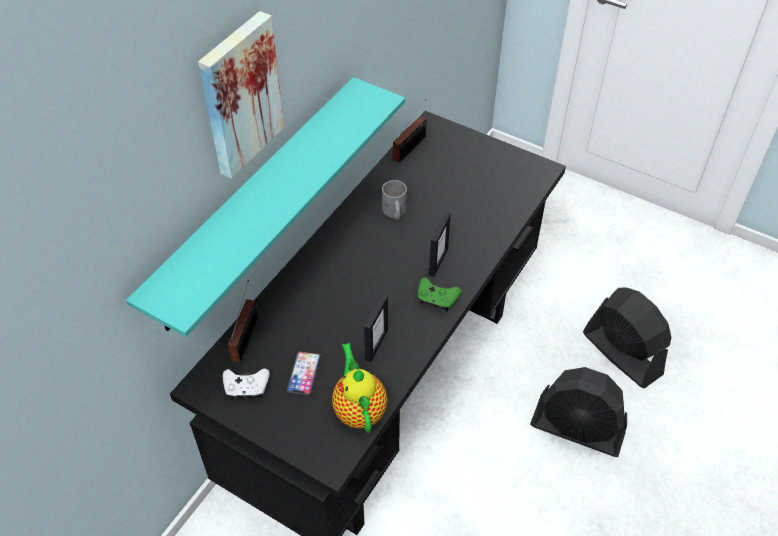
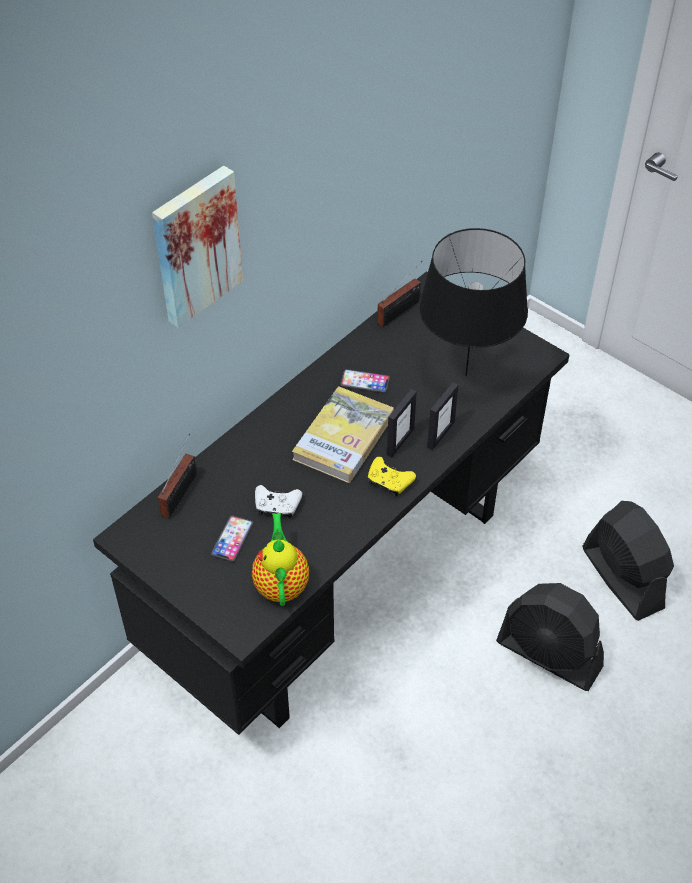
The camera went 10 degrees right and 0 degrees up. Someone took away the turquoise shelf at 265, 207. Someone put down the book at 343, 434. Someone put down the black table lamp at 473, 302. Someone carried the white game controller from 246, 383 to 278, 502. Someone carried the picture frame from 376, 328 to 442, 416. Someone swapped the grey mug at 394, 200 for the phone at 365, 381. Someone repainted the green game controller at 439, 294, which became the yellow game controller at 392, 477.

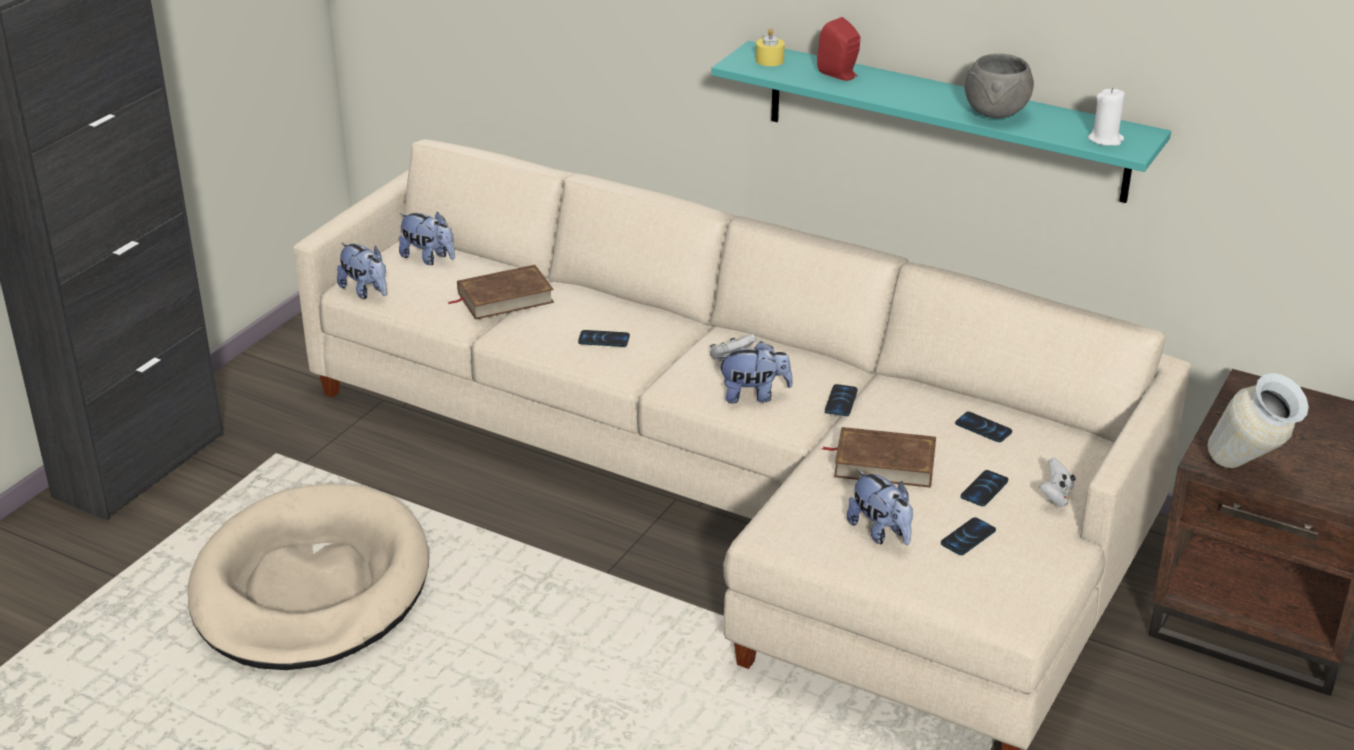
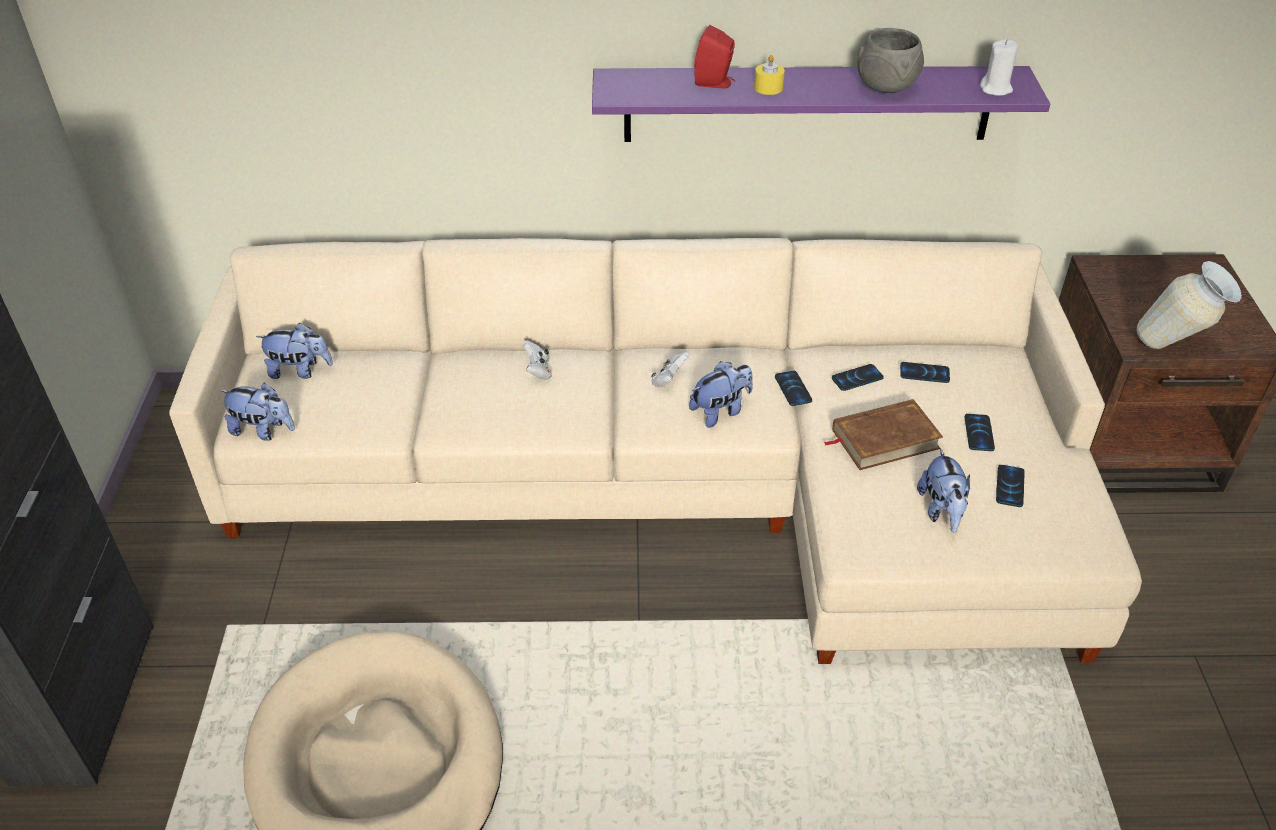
The camera went 30 degrees left and 10 degrees up. Someone took away the brown book at 501, 292. Someone carried the phone from 604, 338 to 858, 377. Someone carried the yellow candle from 770, 47 to 769, 75. Someone carried the white game controller from 1058, 482 to 537, 360. Someone repainted the turquoise shelf at 941, 122, which became the purple shelf at 821, 104. Someone rotated the plush toy at 880, 507 by 60 degrees clockwise.

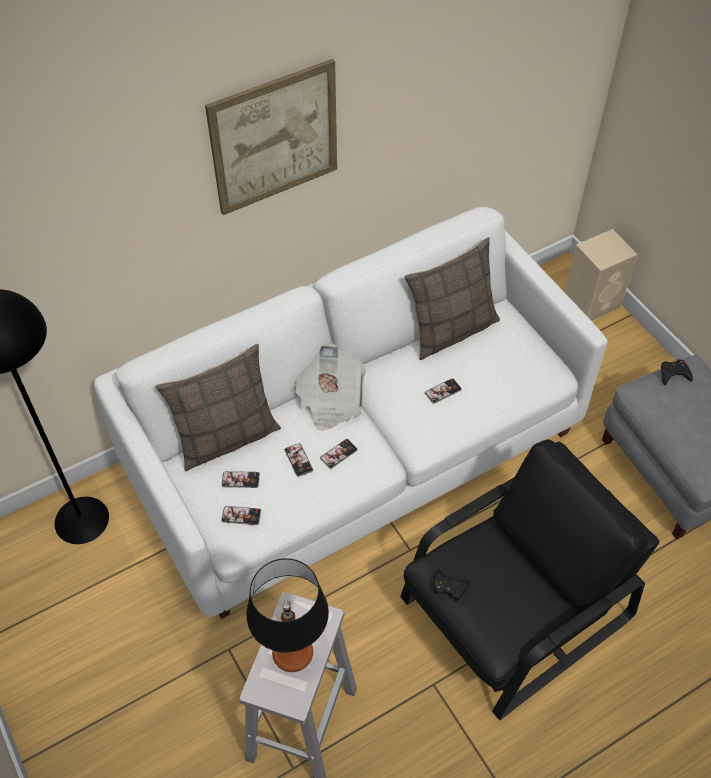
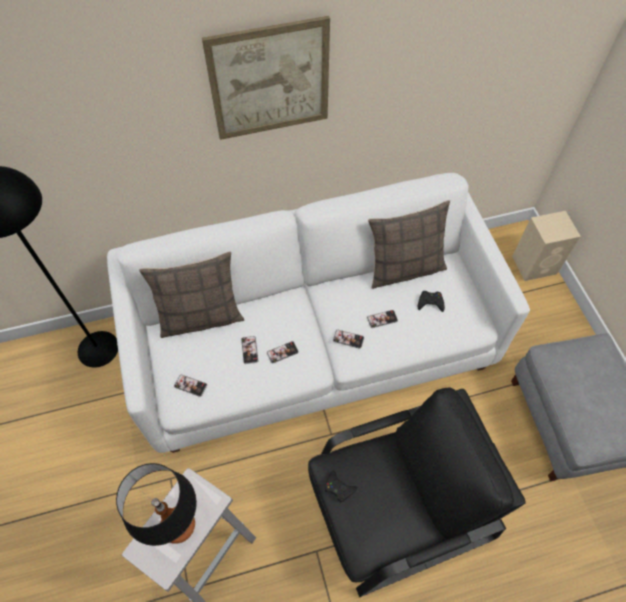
The camera went 15 degrees right and 5 degrees up. Someone took away the newspaper at 330, 387. Someone carried the phone from 241, 479 to 348, 339. Someone carried the black game controller from 677, 372 to 431, 301.

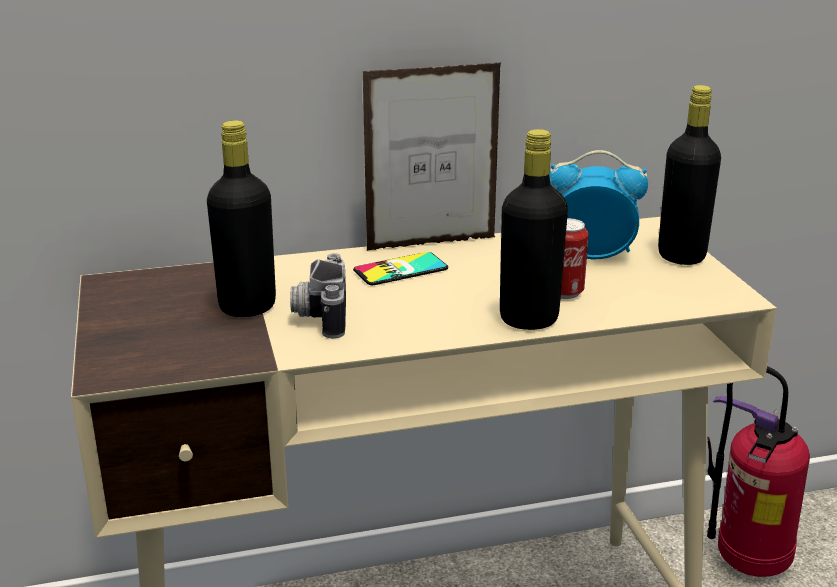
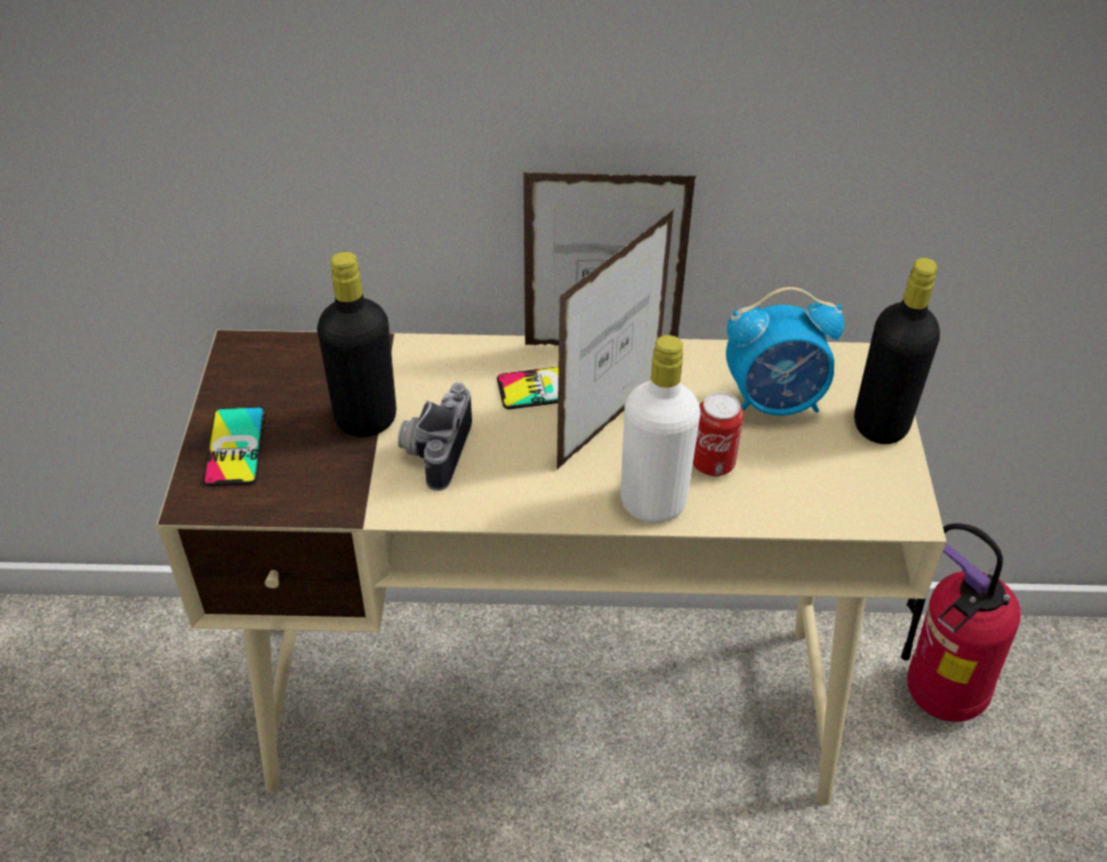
The camera went 15 degrees right and 20 degrees up. Someone put down the phone at 234, 446. Someone put down the picture frame at 615, 339. Someone repainted the black bottle at 534, 229, which became the white bottle at 660, 429. Someone rotated the alarm clock at 598, 204 by 150 degrees clockwise.

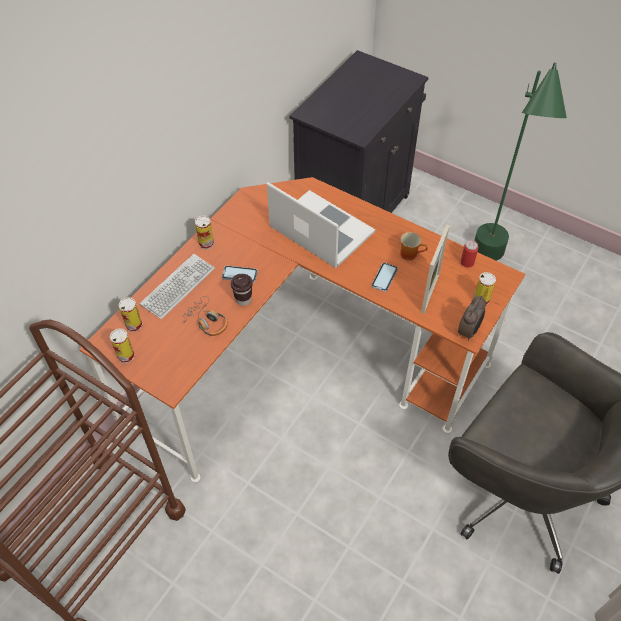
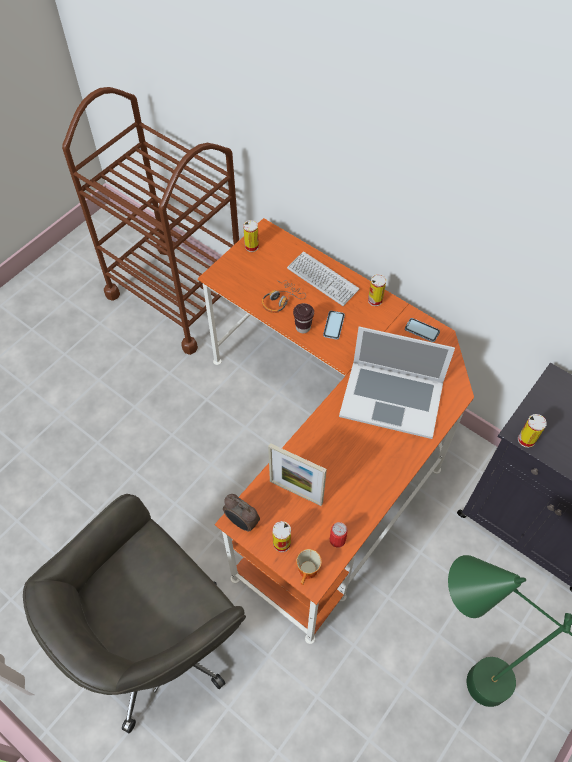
The camera went 95 degrees right and 5 degrees up. Someone carried the can from 130, 314 to 532, 431. Someone carried the phone from 384, 277 to 422, 330. Someone carried the mug from 414, 246 to 309, 567. Someone rotated the laptop at 321, 225 by 60 degrees clockwise.

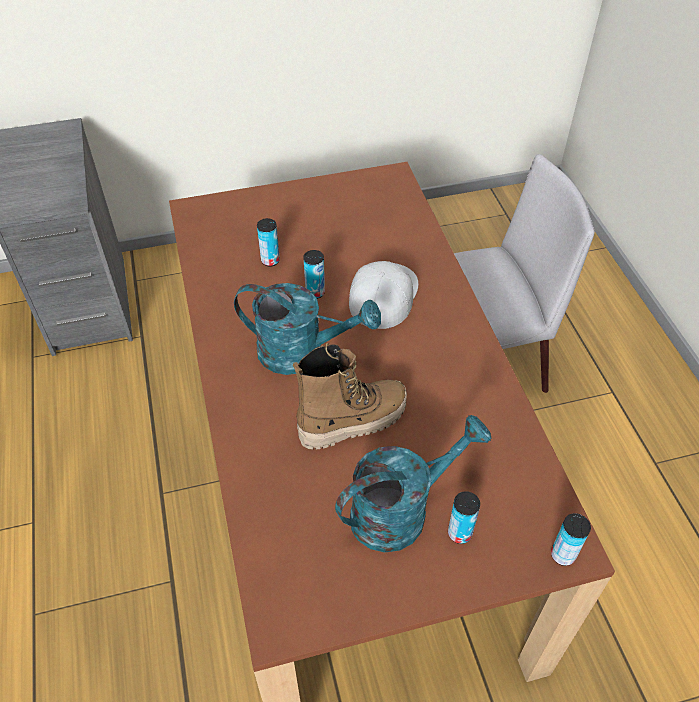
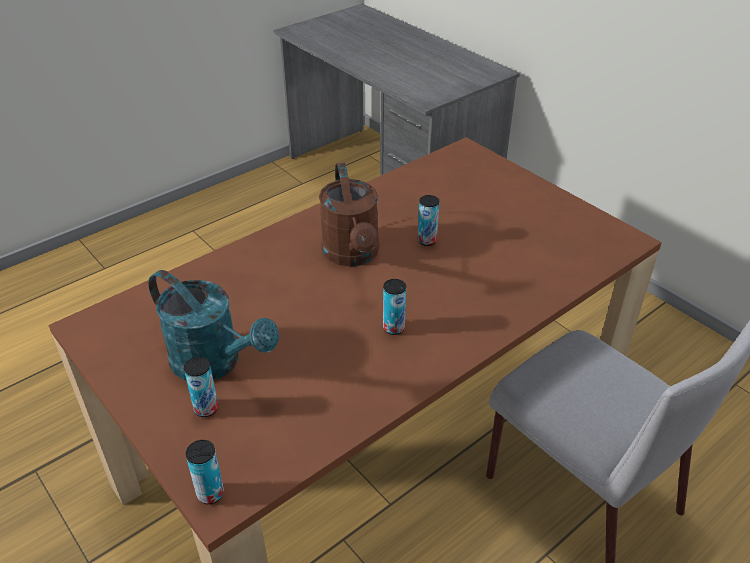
The camera went 65 degrees right and 10 degrees down. Someone took away the boot at 350, 396. Someone took away the white cap at 383, 295. Someone carried the can from 268, 242 to 394, 307. Someone repainted the turquoise watering can at 307, 329, which became the brown watering can at 349, 214.

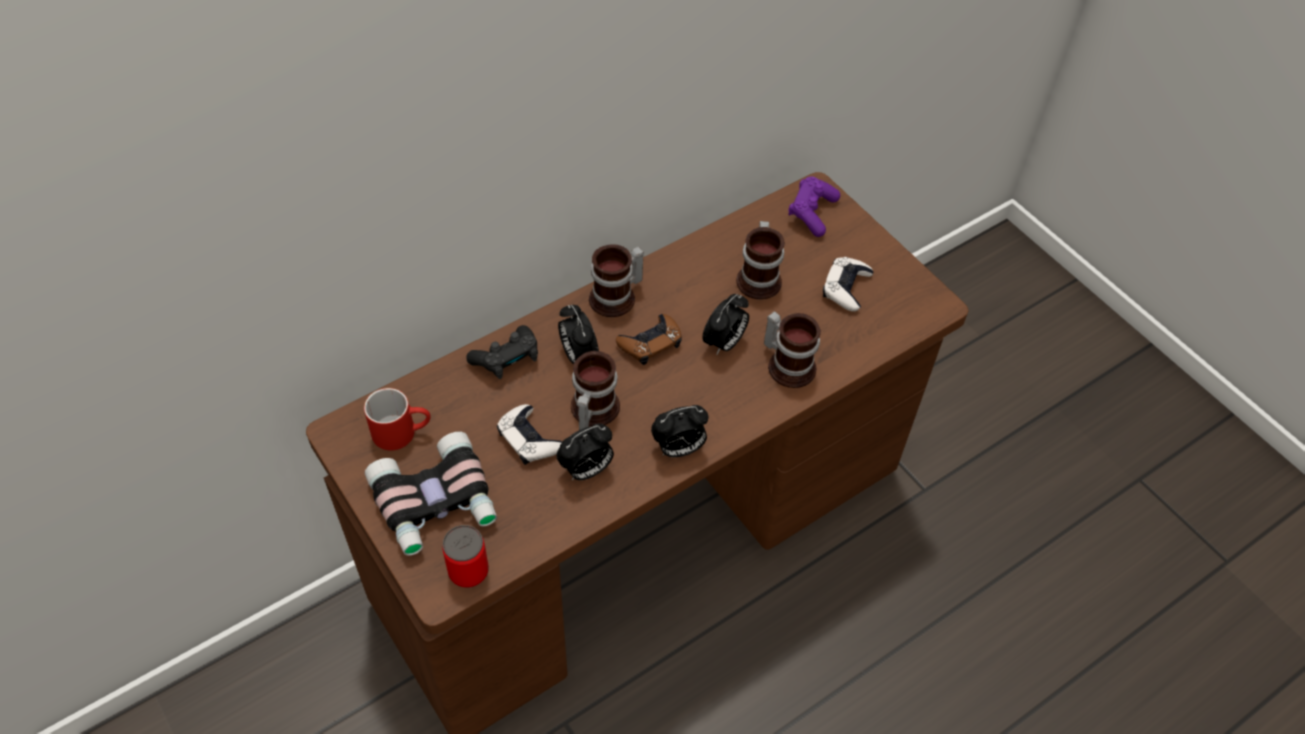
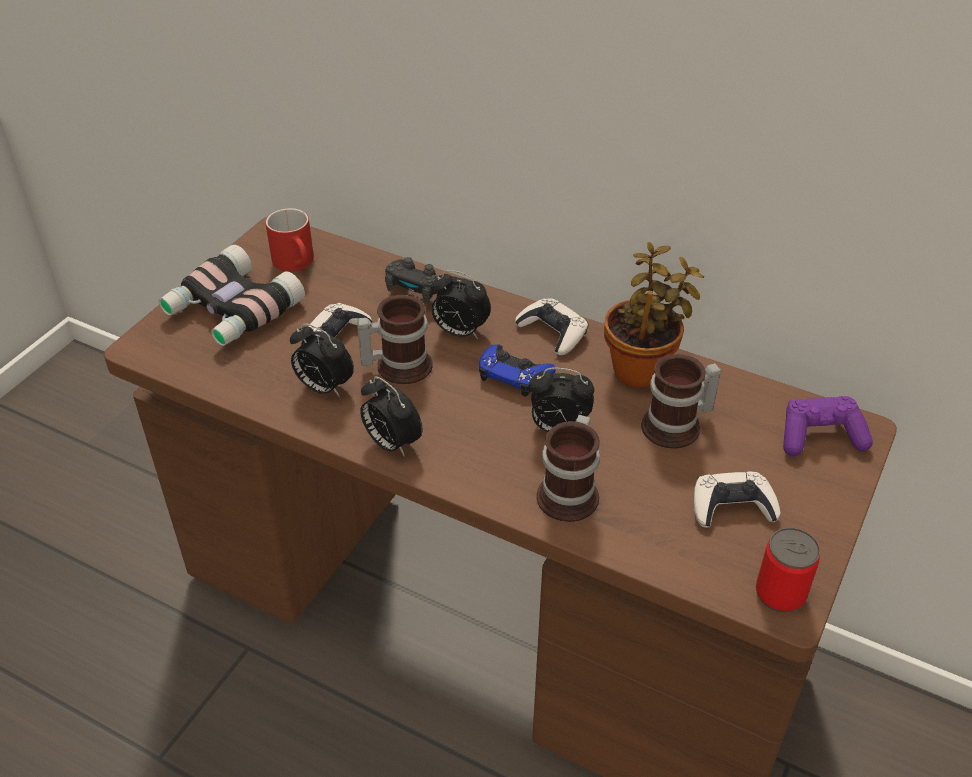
The camera went 65 degrees right and 10 degrees down. Someone put down the potted plant at 654, 314. Someone carried the can from 465, 556 to 788, 570. Someone swapped the mug at 616, 280 for the white game controller at 551, 326. Someone repainted the brown game controller at 649, 339, which became the blue game controller at 517, 370. Someone rotated the alarm clock at 578, 334 by 105 degrees counterclockwise.

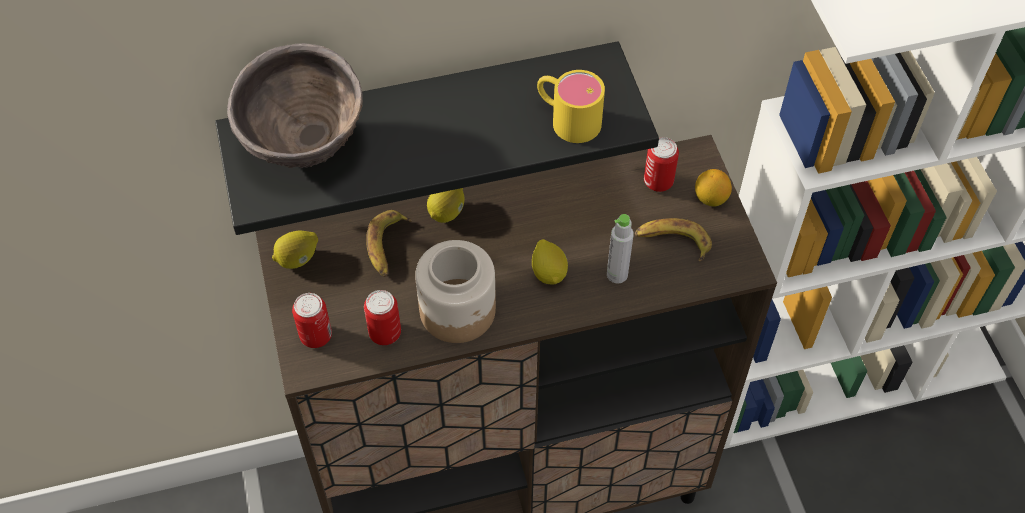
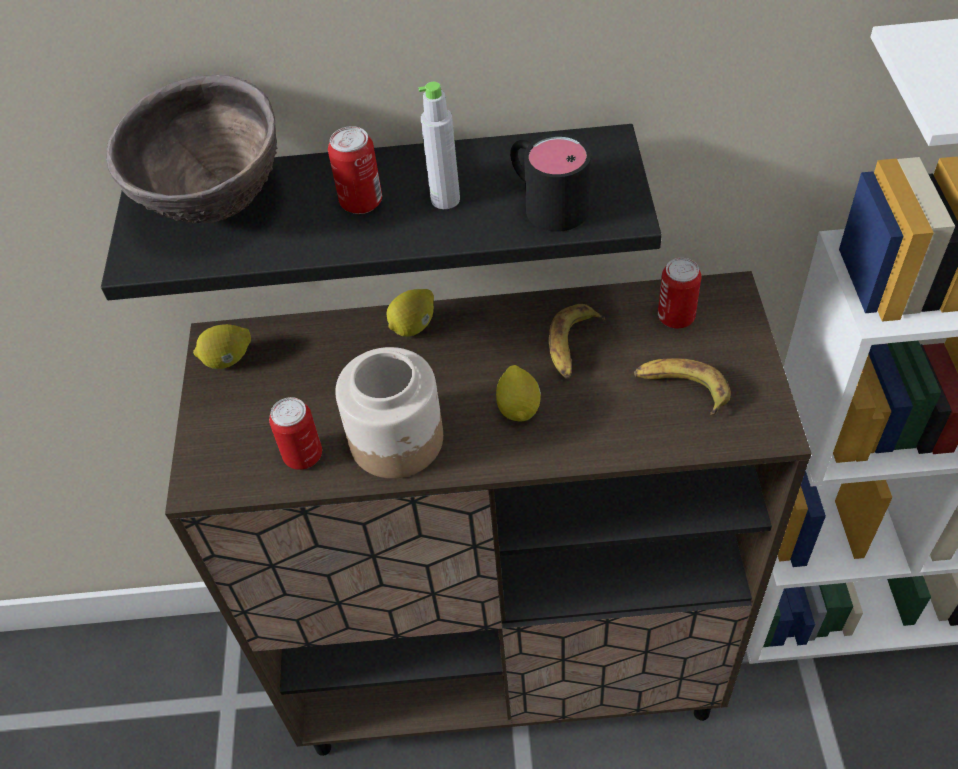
The camera went 15 degrees right and 5 degrees down. Someone took away the lemon at 713, 188. Someone carried the can from 312, 320 to 355, 170. Someone carried the banana from 388, 243 to 577, 341. Someone carried the grey bottle from 620, 248 to 439, 145. Someone repainted the yellow mug at 571, 106, which became the black mug at 550, 183.

